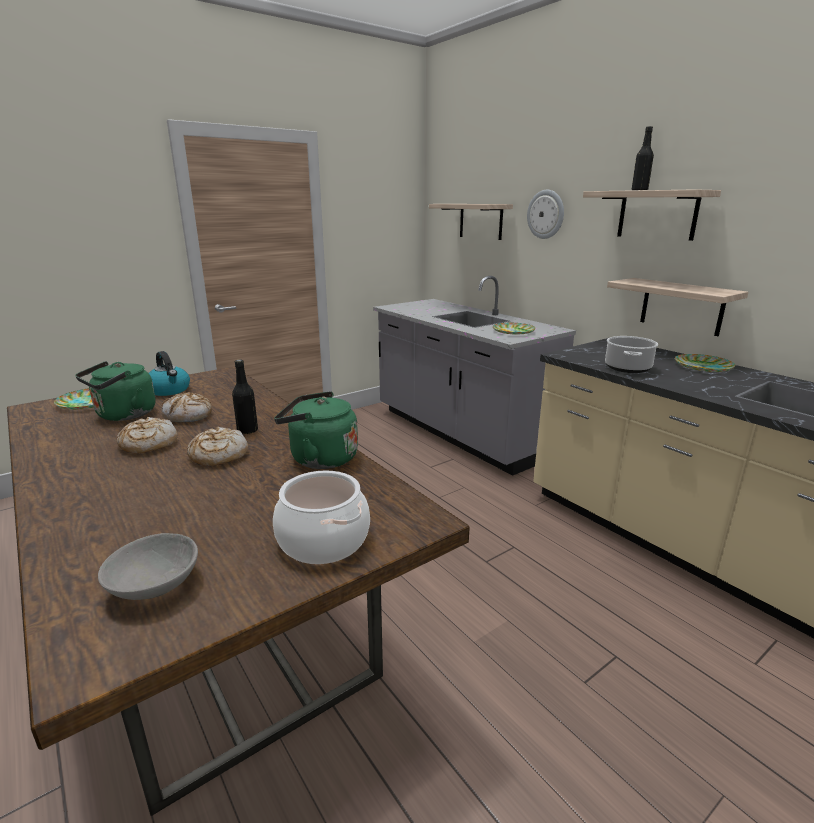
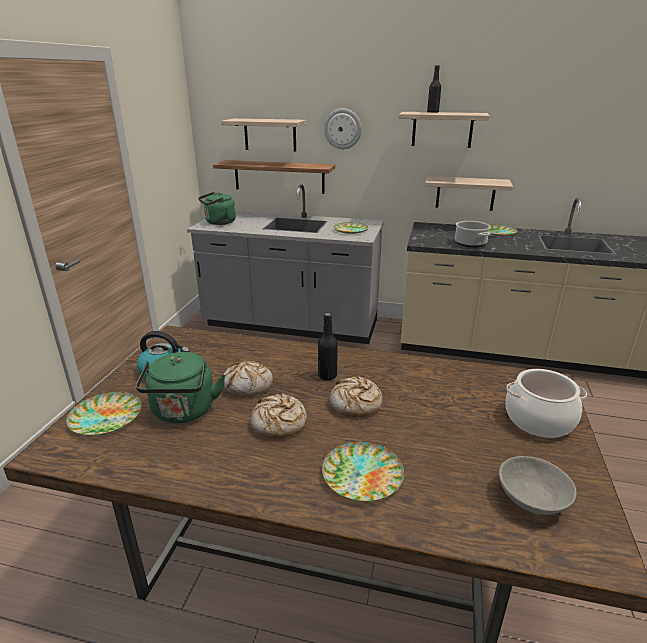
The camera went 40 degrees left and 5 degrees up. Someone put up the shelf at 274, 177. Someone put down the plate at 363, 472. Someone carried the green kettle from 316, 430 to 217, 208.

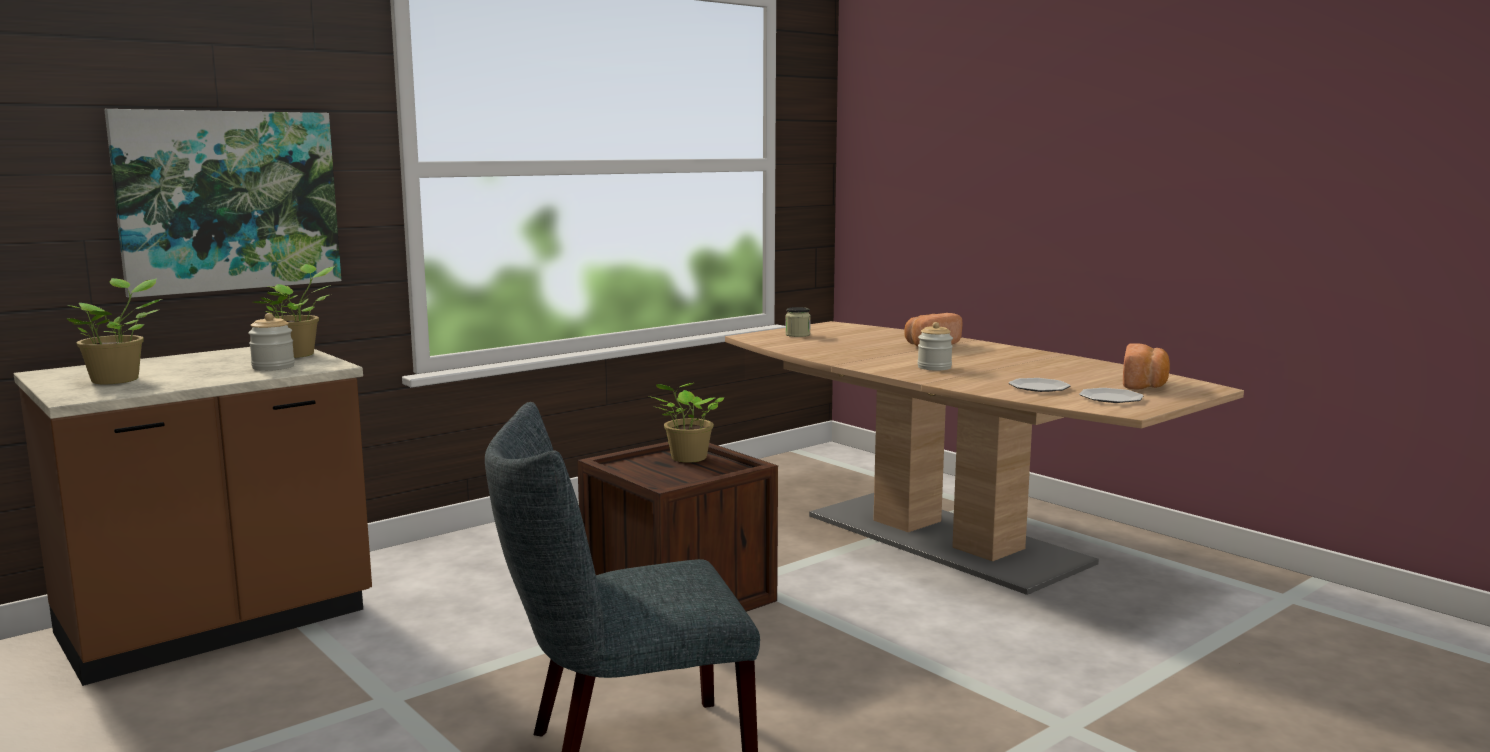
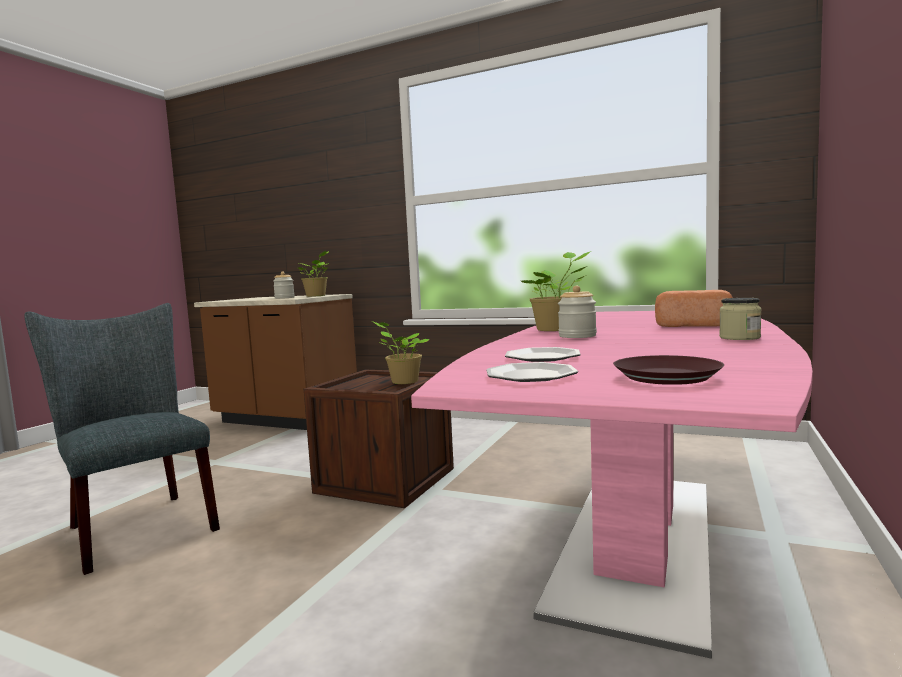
The camera went 65 degrees right and 5 degrees down. Someone took away the picture at 222, 203. Someone carried the potted plant from 114, 331 to 556, 291. Someone carried the jar from 798, 322 to 740, 319. Someone swapped the bread at 1146, 366 for the brown plate at 668, 370. Someone repainted the brown dining table at 984, 458, which became the pink dining table at 612, 485.

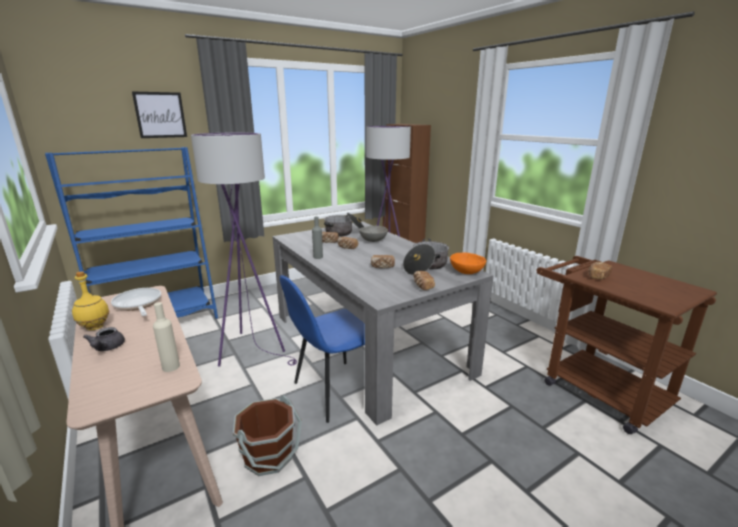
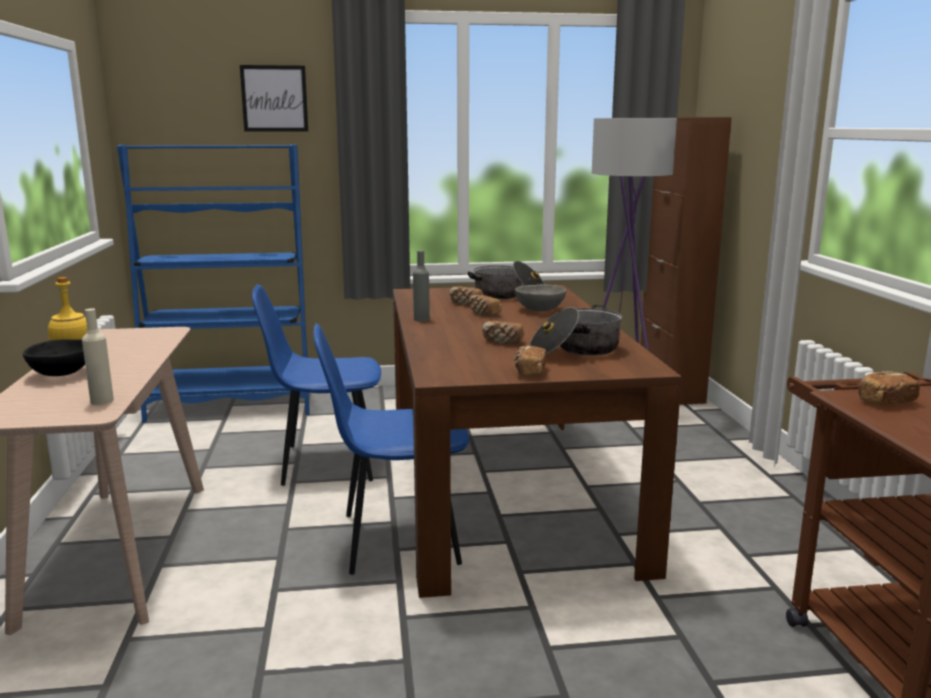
The camera went 25 degrees right and 5 degrees down. Someone took away the frying pan at 136, 302. Someone took away the brown bucket at 267, 435. Someone took away the orange bowl at 468, 263. Someone swapped the grey teapot at 104, 339 for the black bowl at 54, 357. Someone swapped the purple floor lamp at 244, 249 for the blue chair at 316, 385. Someone repainted the grey dining table at 383, 323, which became the brown dining table at 537, 441.

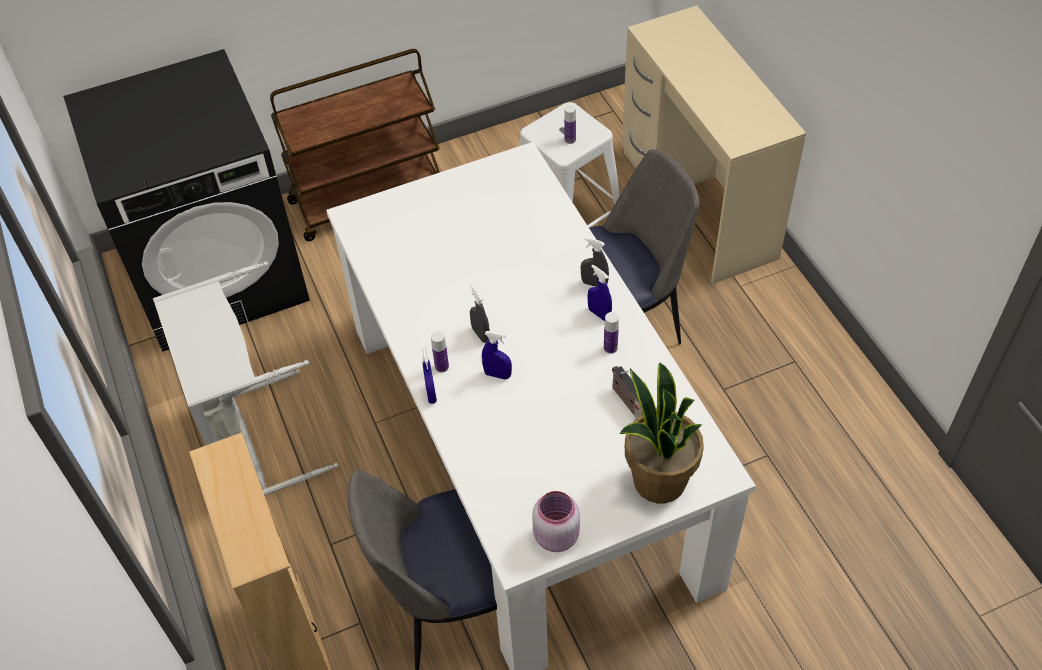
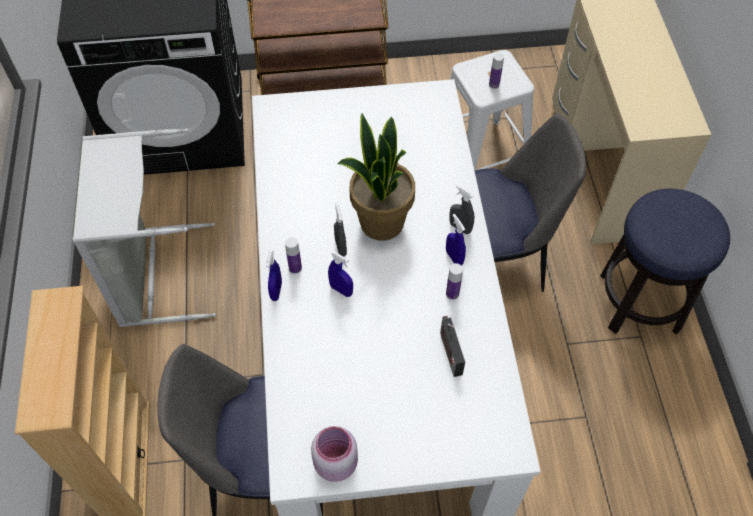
The camera went 15 degrees right and 5 degrees up. Someone put down the stool at 665, 262. Someone carried the potted plant from 662, 432 to 376, 177.

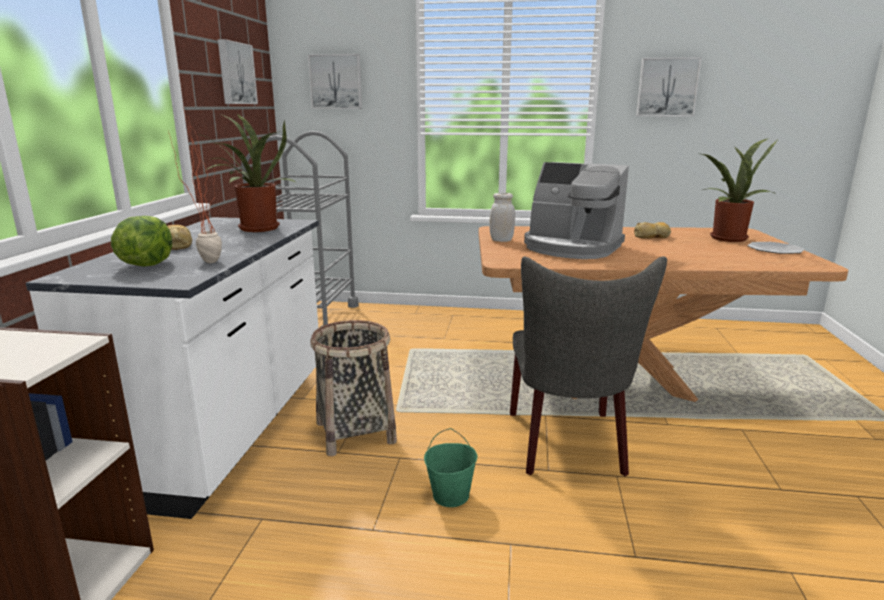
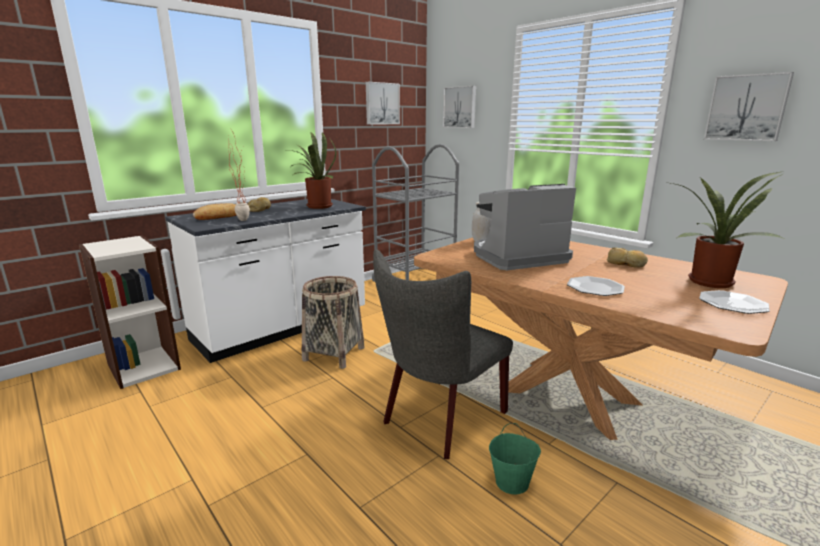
The camera went 40 degrees right and 0 degrees up. Someone put down the plate at 596, 286. Someone carried the green bucket from 450, 467 to 515, 458. Someone swapped the lettuce at 141, 241 for the bread at 215, 211. Someone rotated the coffee machine at 576, 210 by 90 degrees clockwise.

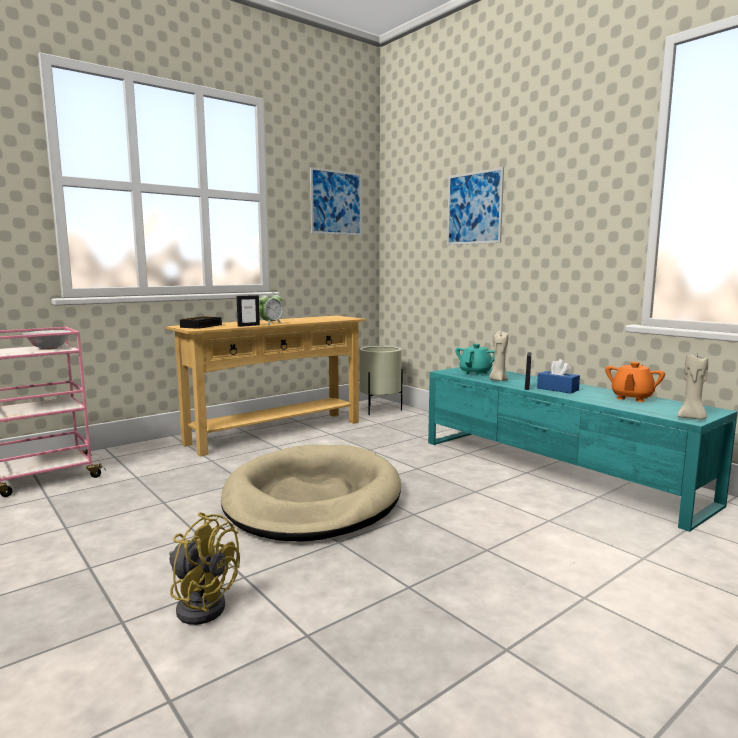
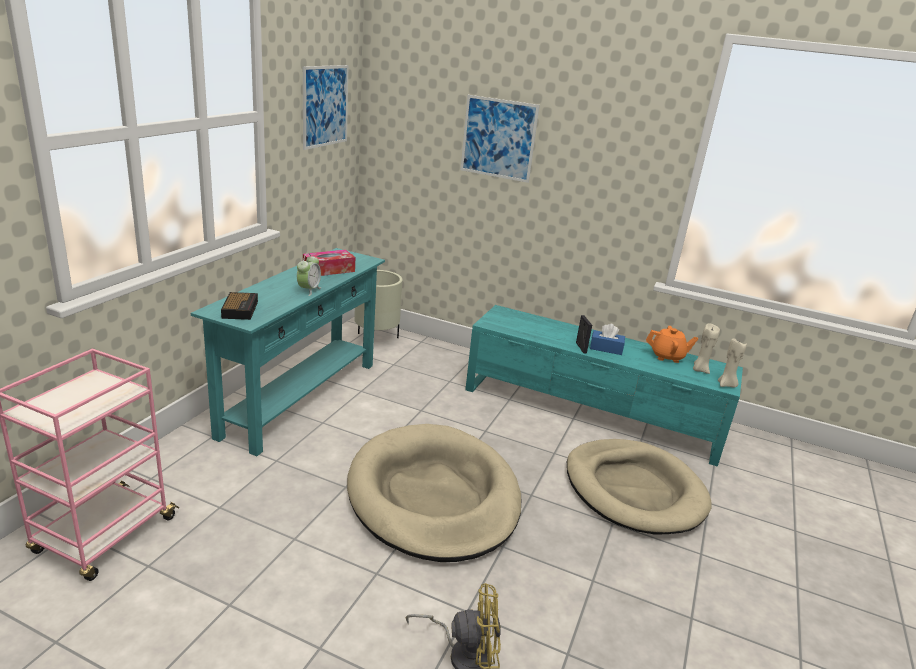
The camera went 30 degrees left and 15 degrees up. Someone took away the white bowl at 47, 340. Someone took away the picture frame at 248, 311. Someone took away the turquoise teapot at 475, 360. Someone put down the tissue box at 329, 263. Someone put down the beige dog bed at 639, 487. Someone carried the beige candle from 498, 356 to 706, 348. Someone repainted the beige console table at 265, 386, which became the turquoise console table at 288, 352. Someone rotated the orange teapot at 635, 382 by 90 degrees counterclockwise.

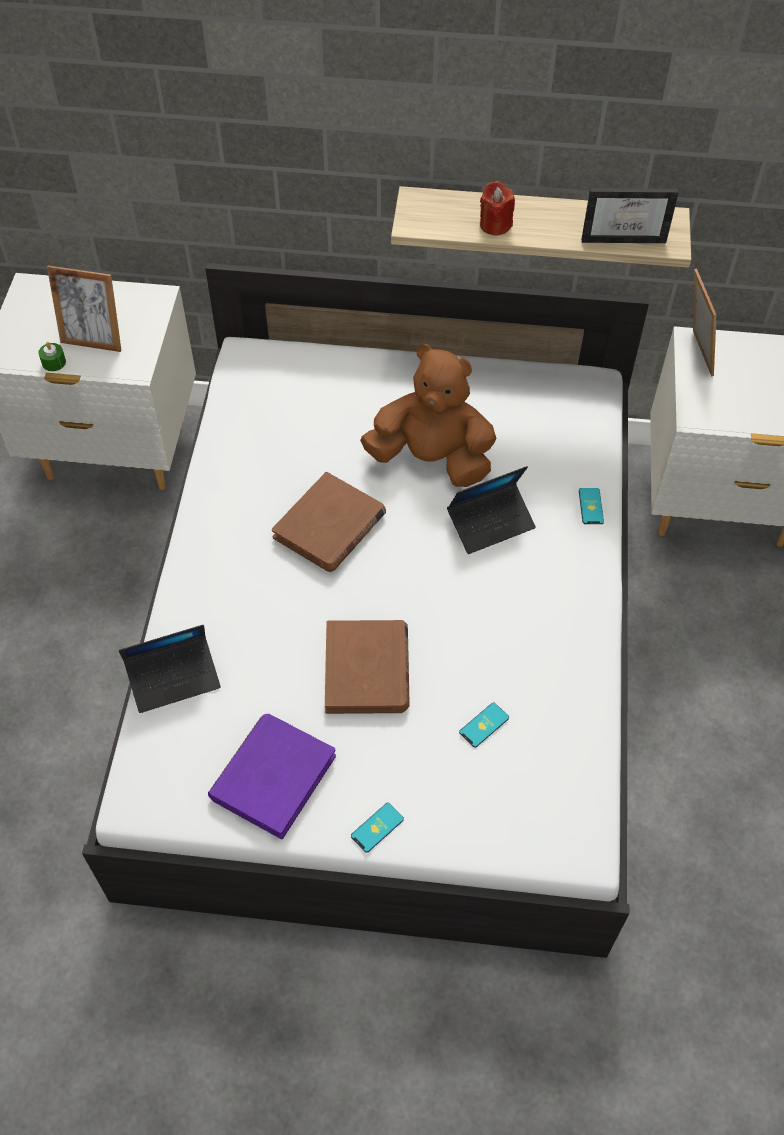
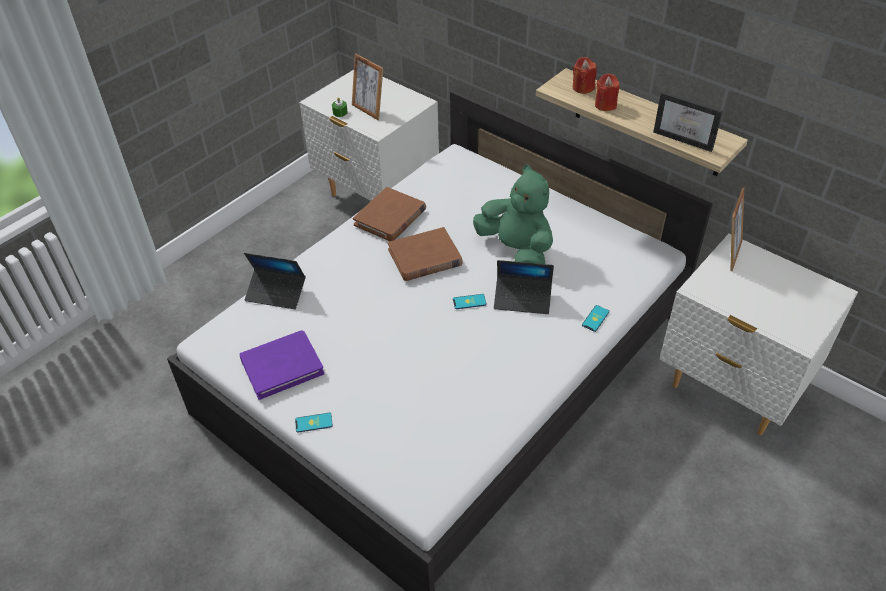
The camera went 35 degrees right and 10 degrees down. Someone put down the red candle at 585, 75. Someone carried the brown book from 367, 667 to 389, 214. Someone carried the phone from 484, 725 to 470, 301. Someone repainted the brown plush toy at 428, 415, which became the green plush toy at 513, 214.

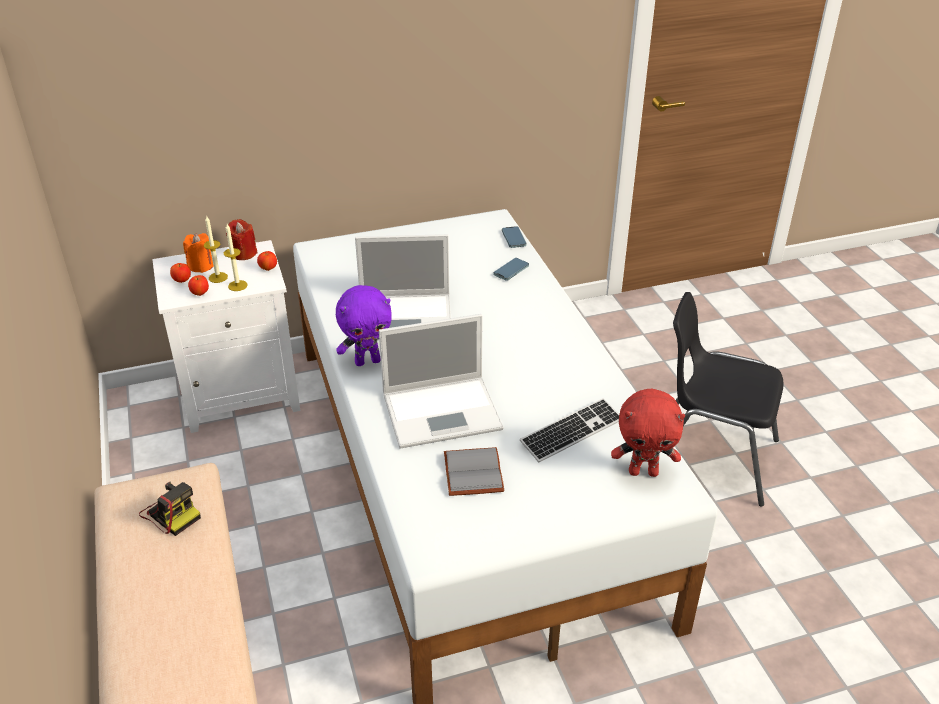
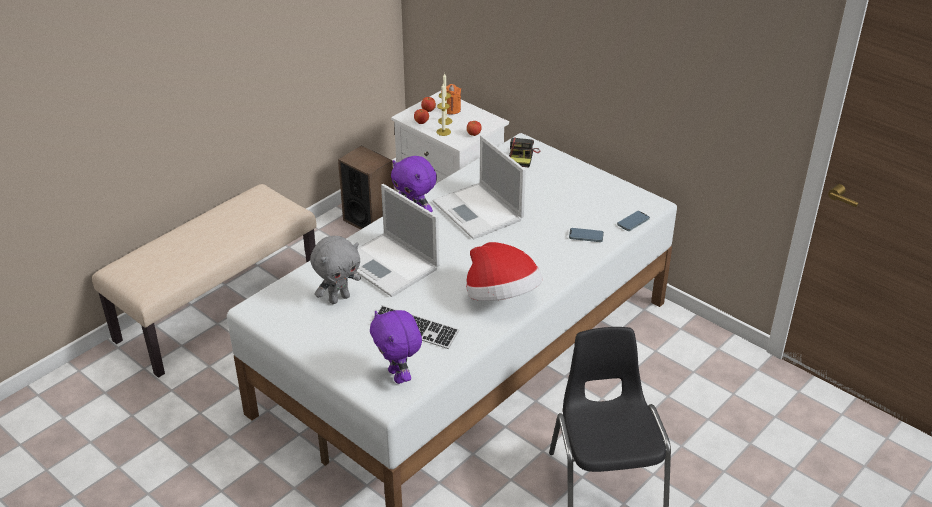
The camera went 60 degrees right and 0 degrees up. Someone took away the red candle at 242, 239. Someone put down the speaker at 366, 188. Someone put down the hat at 504, 271. Someone carried the photo camera from 170, 509 to 524, 152. Someone swapped the grey book at 474, 471 for the grey plush toy at 335, 270. Someone repainted the red plush toy at 648, 433, which became the purple plush toy at 396, 347.

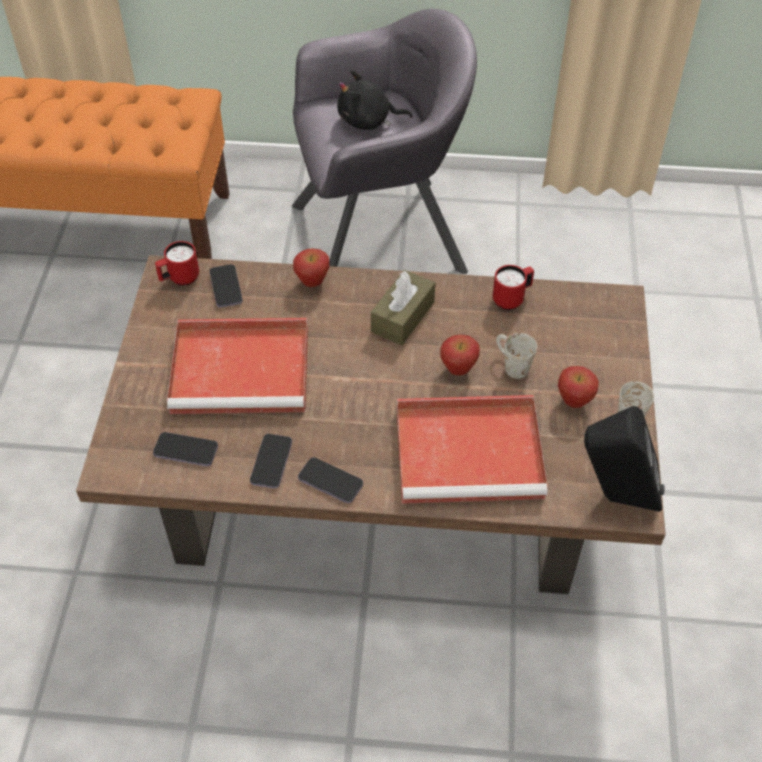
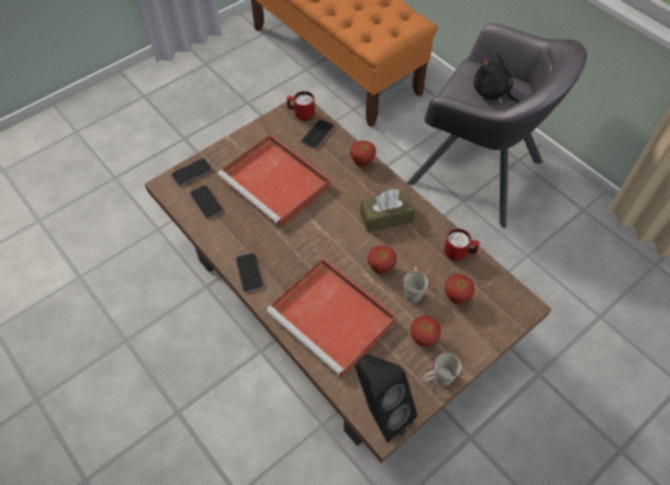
The camera went 45 degrees right and 5 degrees up. Someone put down the apple at 460, 289. Someone carried the phone from 271, 461 to 192, 172.

